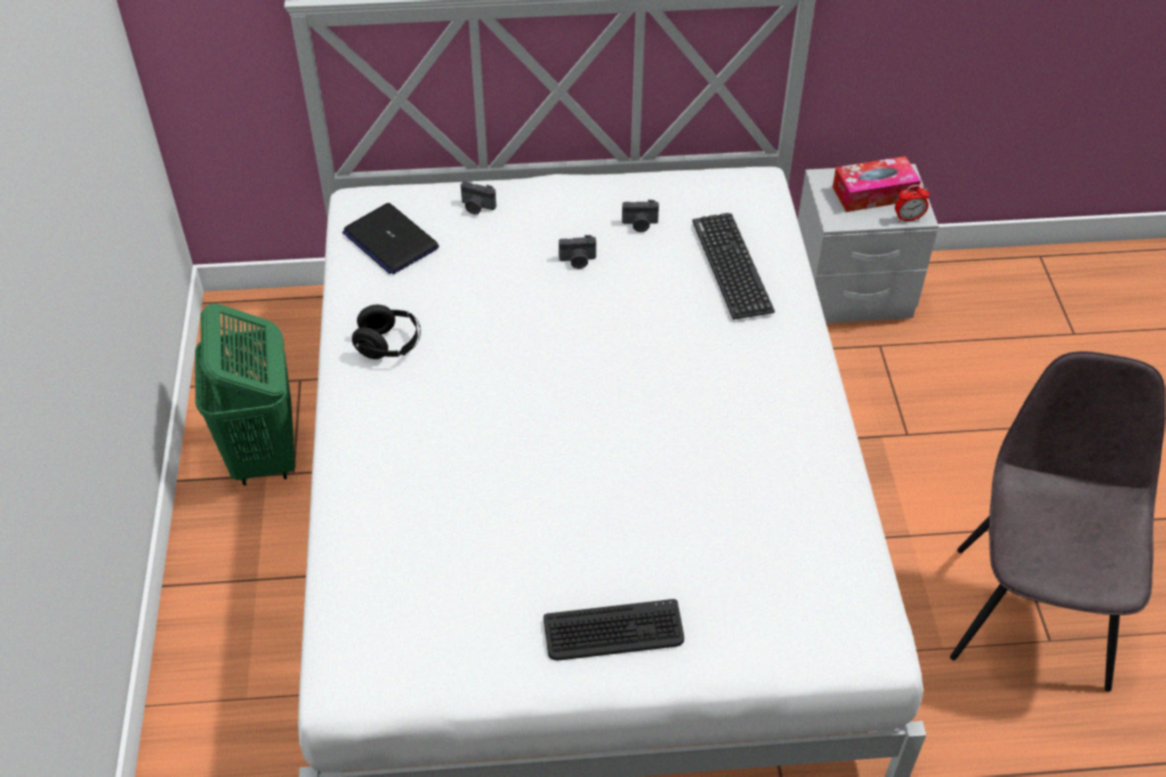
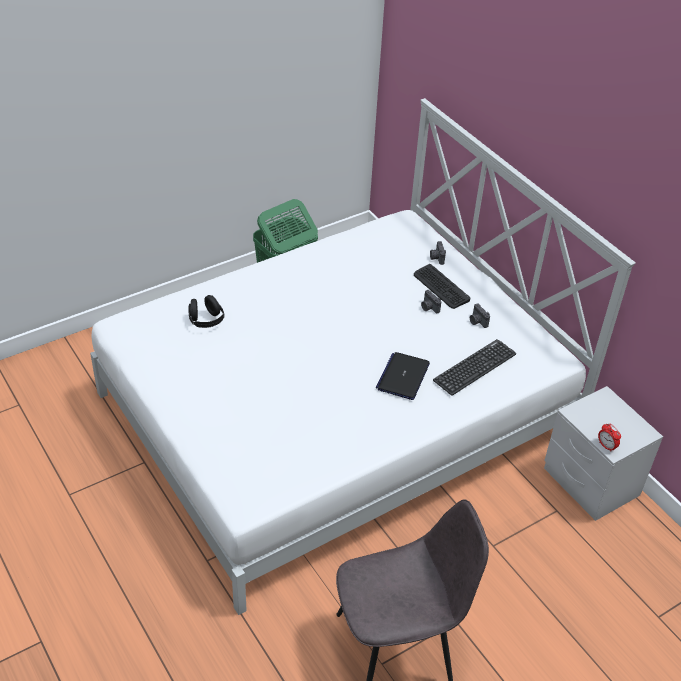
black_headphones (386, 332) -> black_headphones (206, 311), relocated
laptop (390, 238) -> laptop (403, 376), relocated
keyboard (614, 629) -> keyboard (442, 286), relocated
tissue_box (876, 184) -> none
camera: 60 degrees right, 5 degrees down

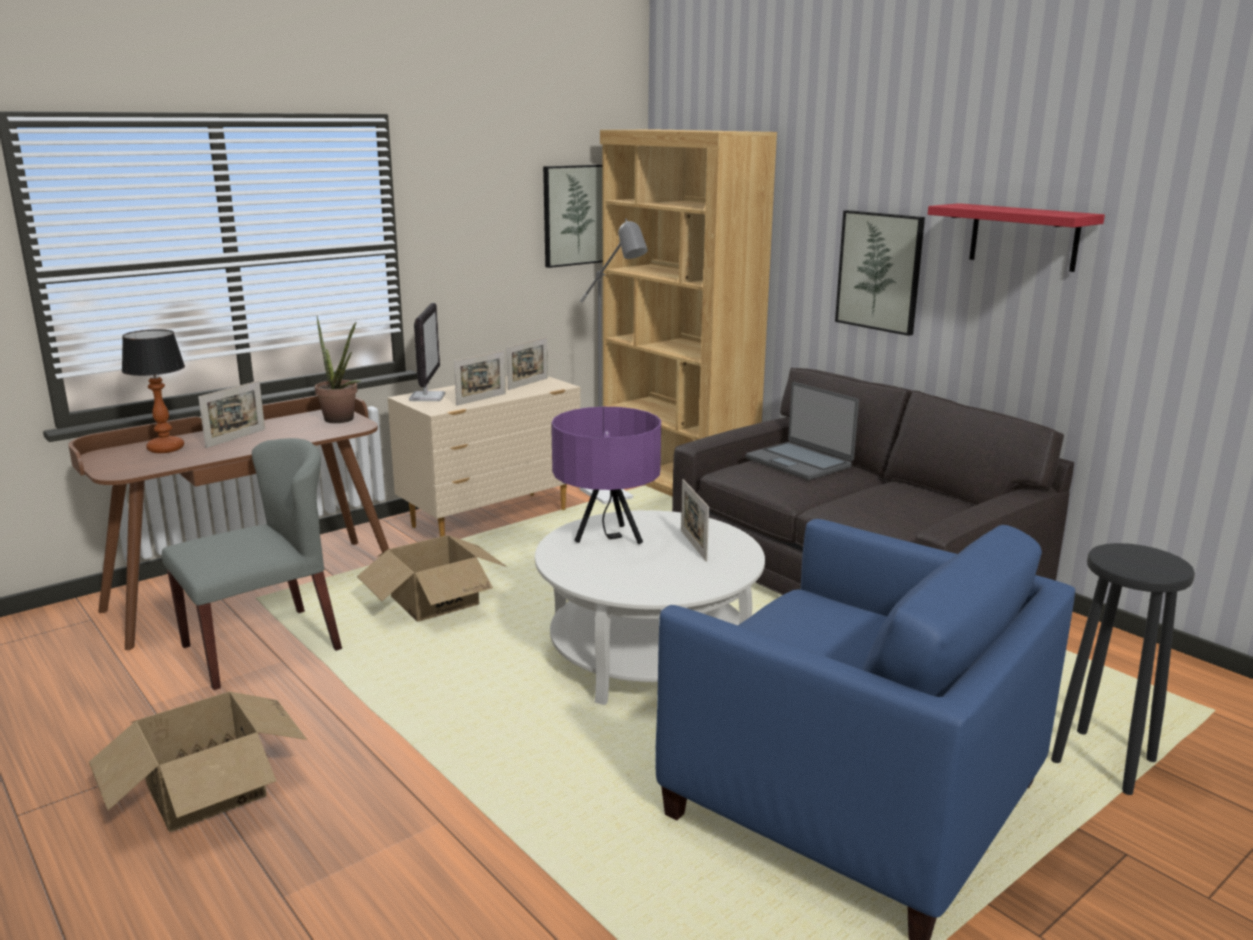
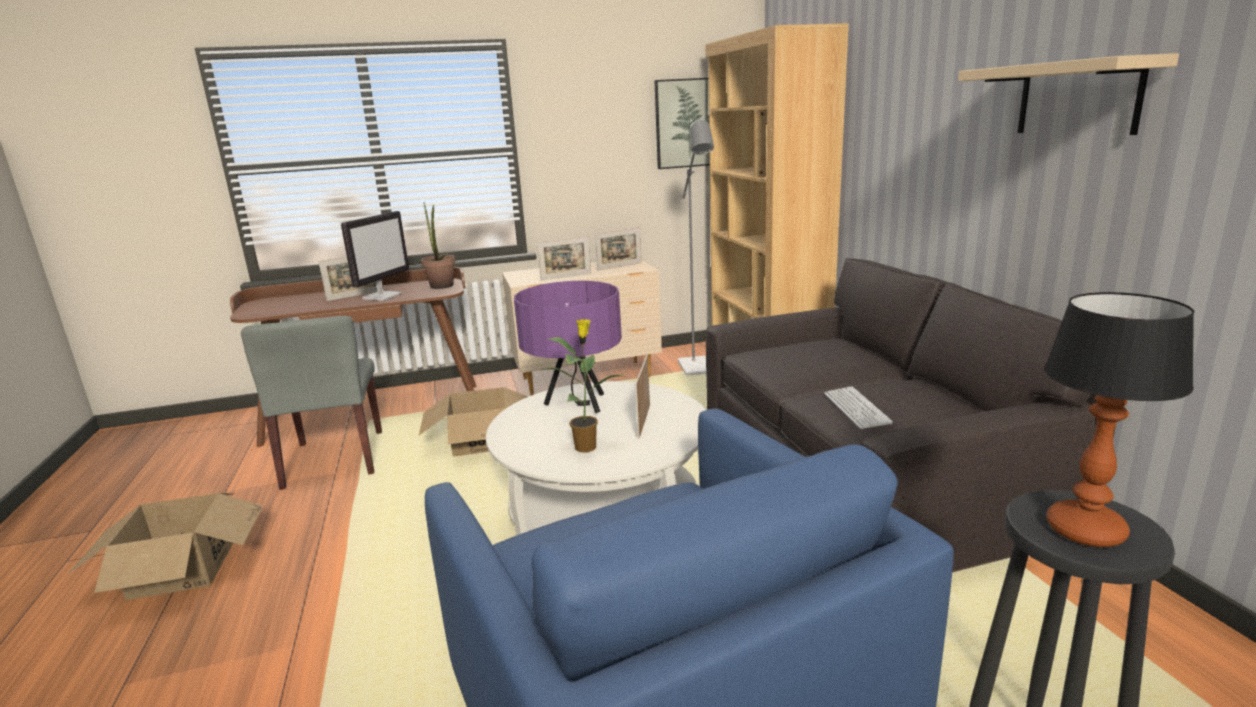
grey_chair (252, 564) -> grey_chair (311, 403), 90 degrees clockwise
monitor (427, 352) -> monitor (375, 256), relocated
none -> potted_plant (582, 386)
none -> keyboard (858, 407)
red_shelf (1016, 237) -> beige_shelf (1068, 94)
table_lamp (153, 391) -> table_lamp (1119, 419), relocated
laptop (802, 431) -> none
picture (880, 273) -> none
camera: 25 degrees right, 0 degrees up

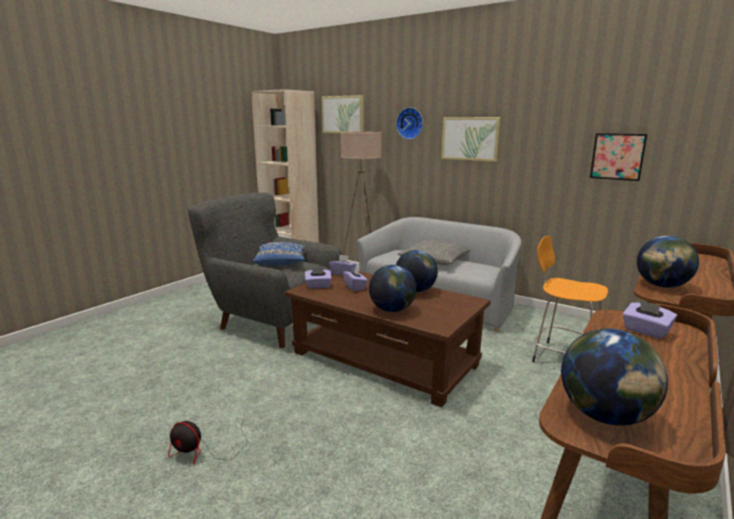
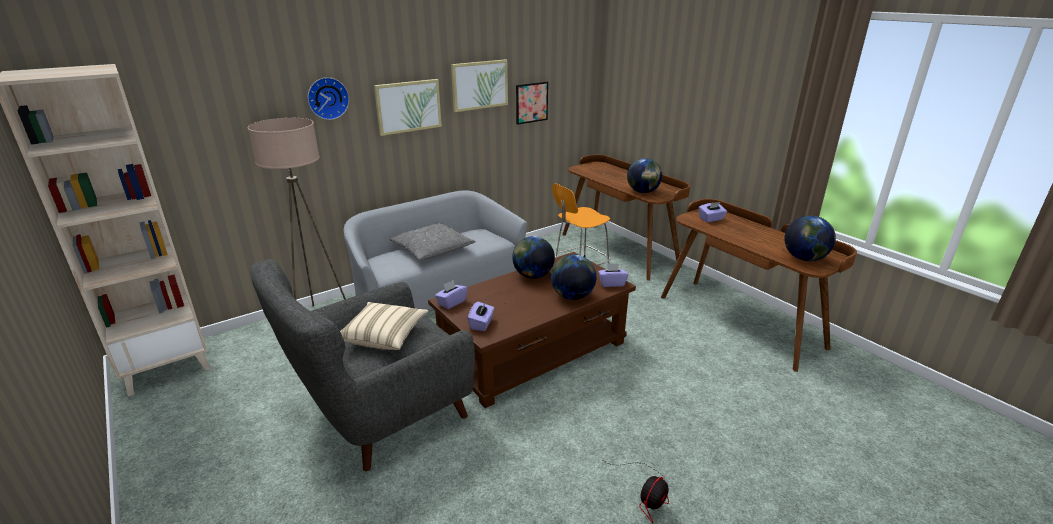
blue_pillow (279, 254) -> beige_pillow (384, 326)
picture (342, 114) -> picture (479, 85), relocated
purple_tissue_box (355, 279) -> purple_tissue_box (613, 275), relocated
camera: 70 degrees left, 10 degrees up

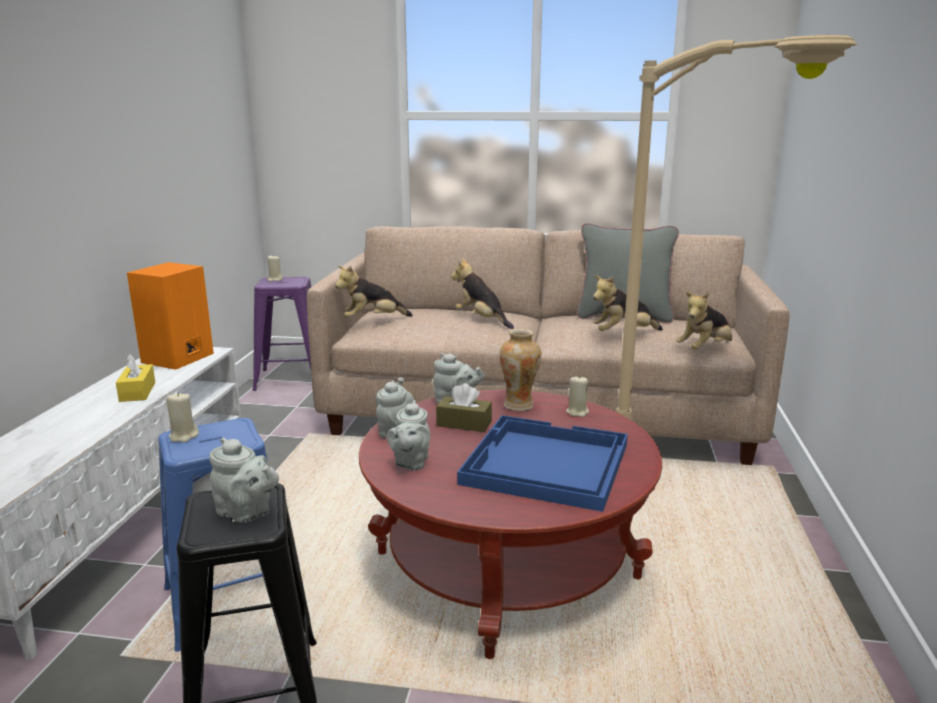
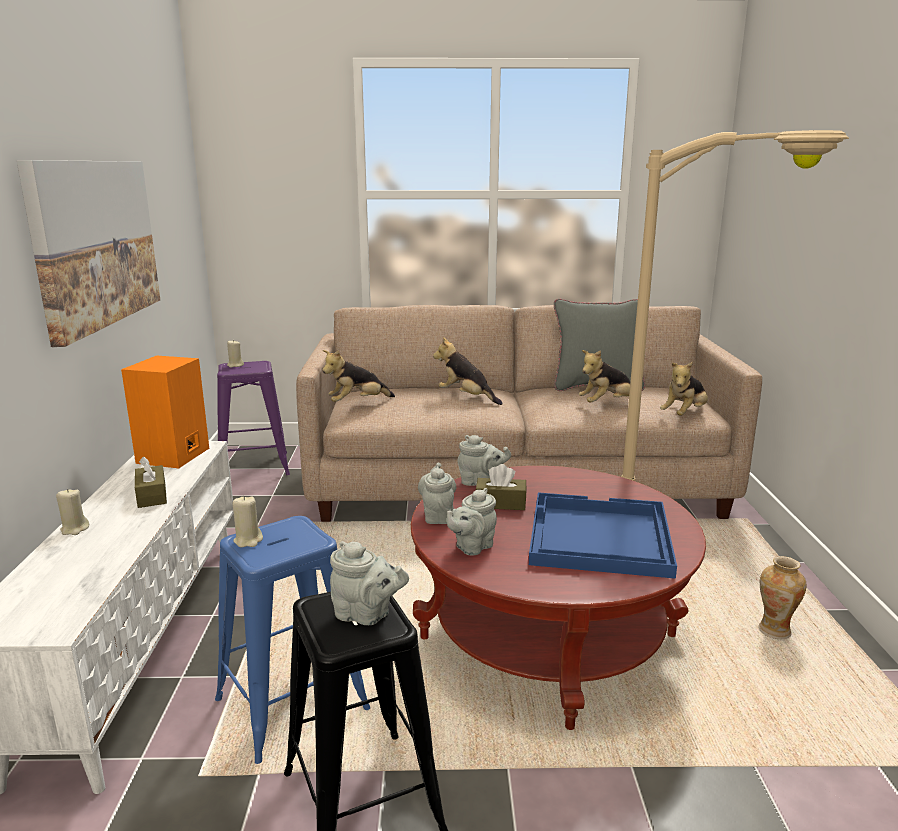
none -> picture (88, 253)
beige_candle (577, 396) -> beige_candle (72, 511), relocated
yellow_tissue_box (135, 378) -> brown_tissue_box (151, 482)
grey_teapot (408, 435) -> grey_teapot (472, 522), 45 degrees clockwise
vase (520, 370) -> vase (782, 597), relocated
camera: 10 degrees left, 0 degrees up

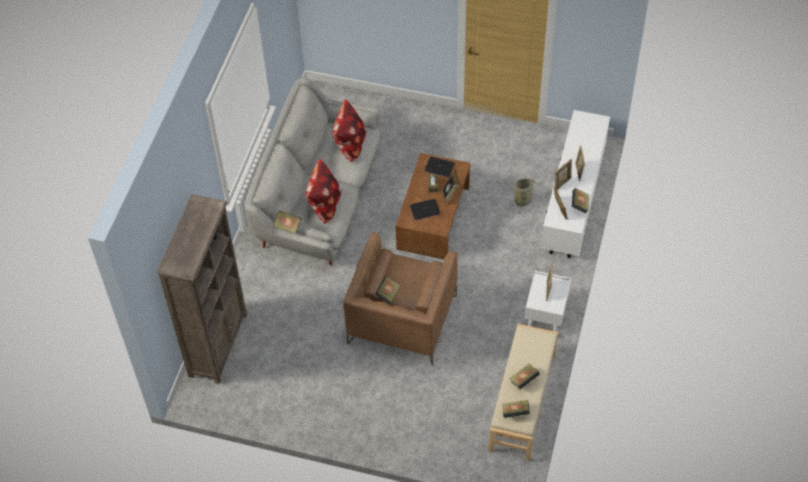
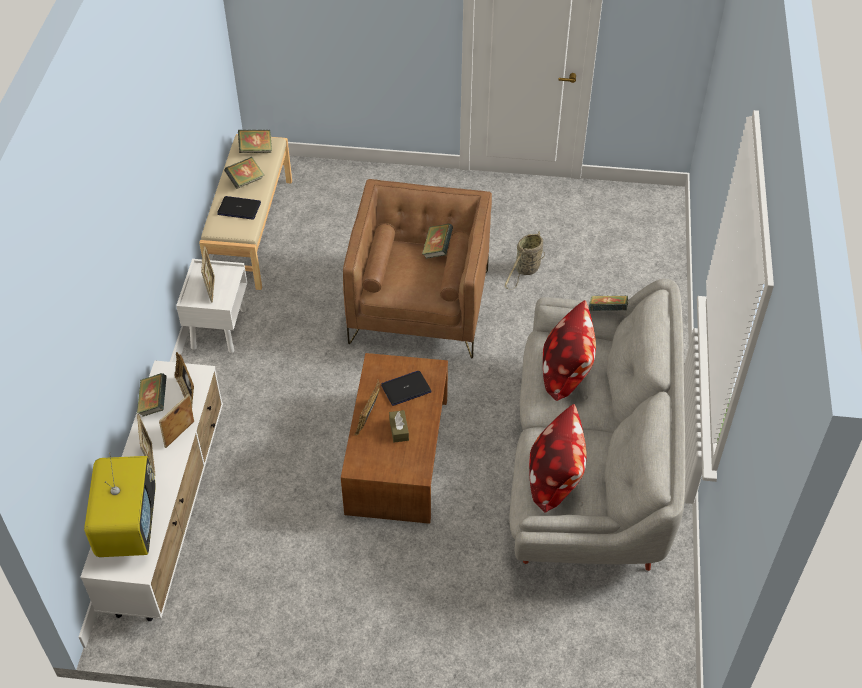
none -> television (120, 504)
laptop (440, 167) -> laptop (239, 208), relocated
basket (525, 195) -> basket (525, 260), relocated
brown_bookcase (202, 289) -> none
camera: 170 degrees right, 5 degrees down

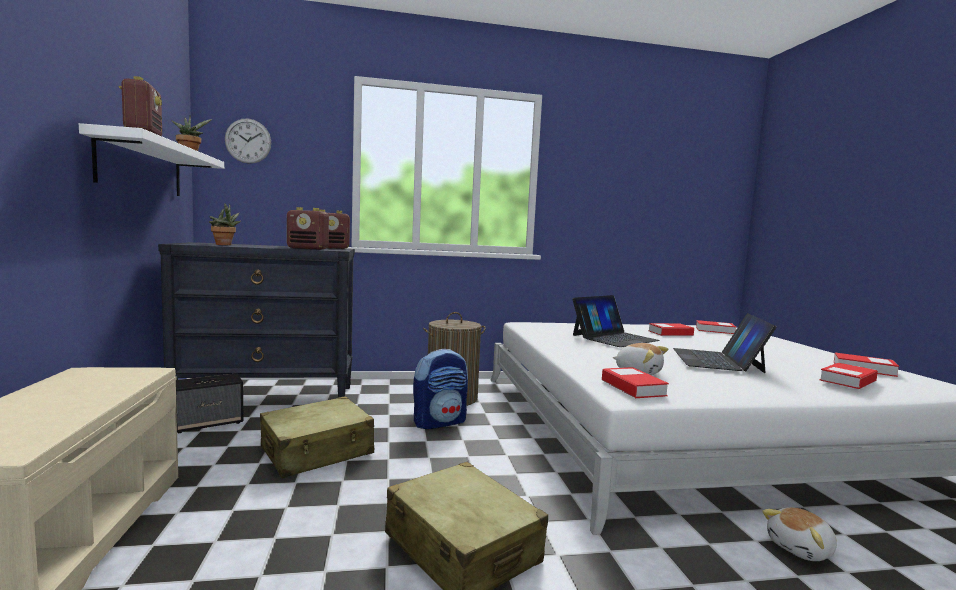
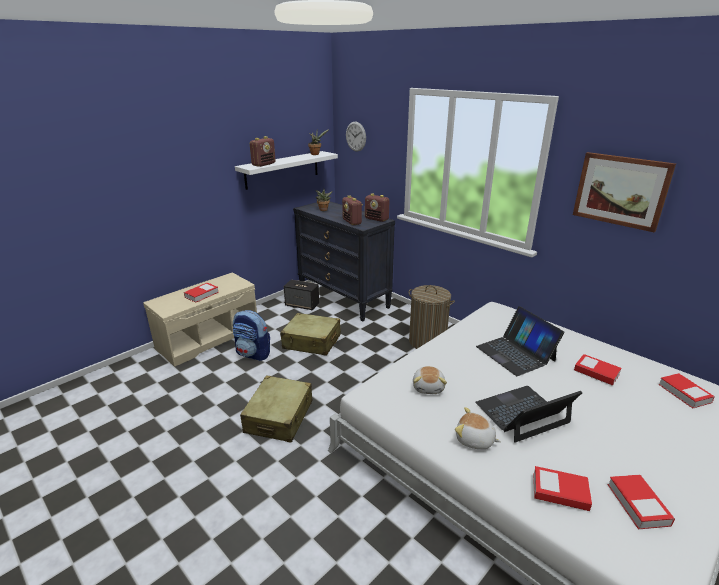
book (635, 382) -> book (201, 293), relocated
backpack (440, 389) -> backpack (251, 335), relocated
plush_toy (799, 534) -> plush_toy (478, 428), relocated
laptop (616, 321) -> laptop (520, 341), 45 degrees clockwise
none -> picture (624, 192)
camera: 55 degrees right, 20 degrees up

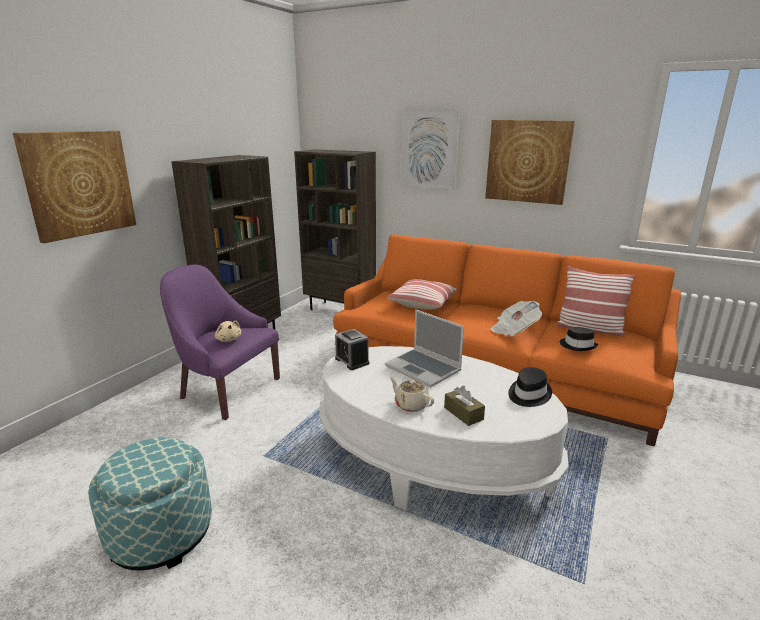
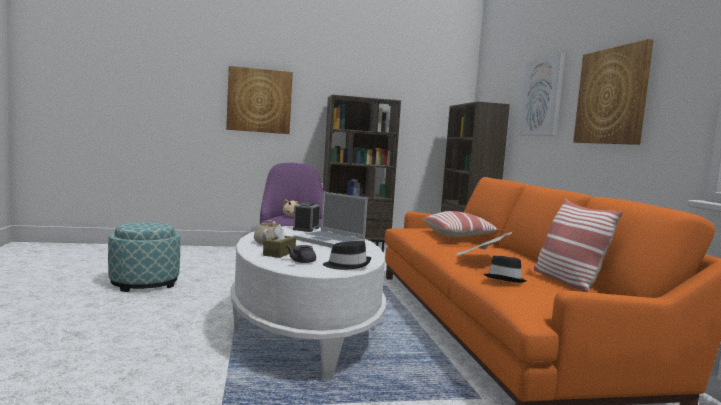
none -> grey_teapot (301, 254)
laptop (424, 348) -> laptop (331, 220), 60 degrees counterclockwise
camera: 50 degrees right, 15 degrees down

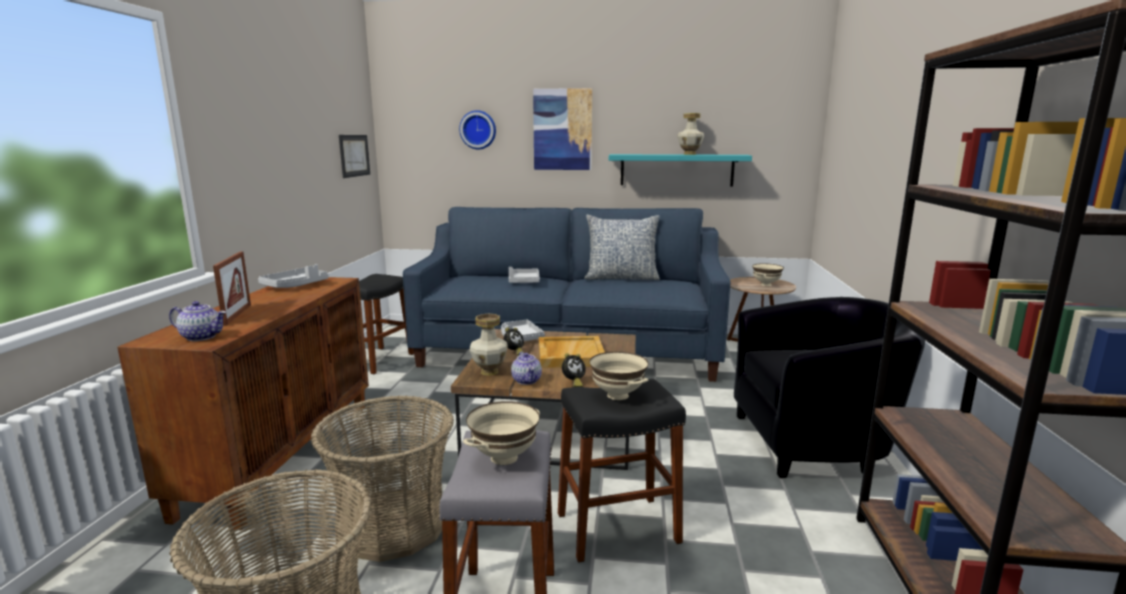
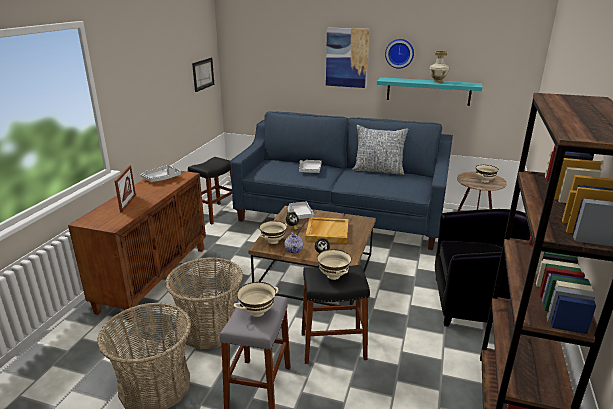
vase (488, 345) -> beige_bowl (273, 232)
wall_clock (477, 129) -> wall_clock (399, 54), relocated
teapot (197, 321) -> none
camera: 10 degrees right, 10 degrees up

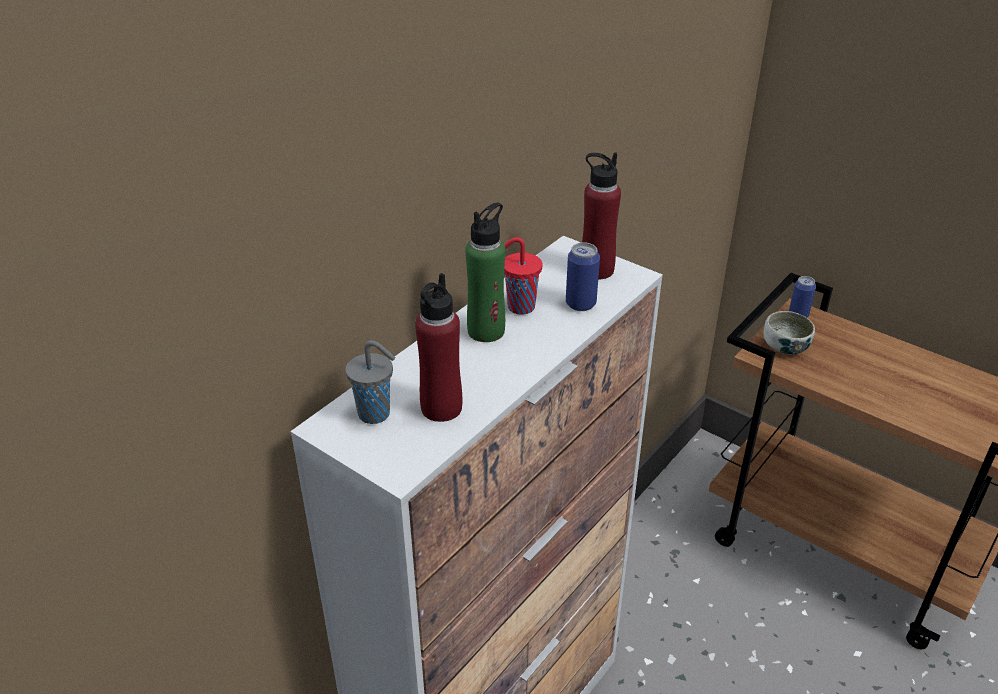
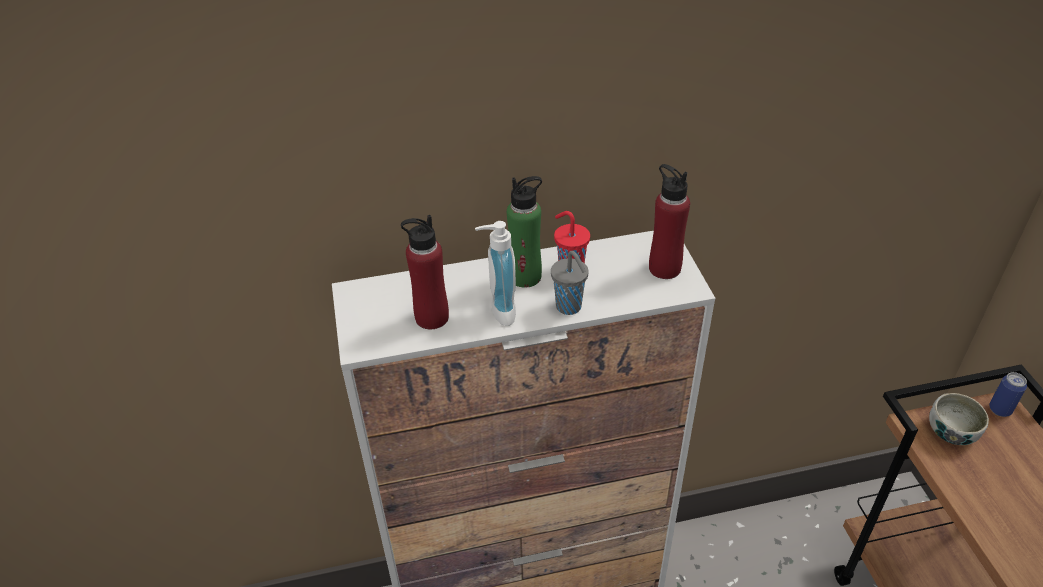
none -> soap_dispenser (495, 273)
grey_cup (370, 382) -> grey_cup (569, 283), relocated
can (583, 276) -> none
camera: 40 degrees right, 5 degrees up

